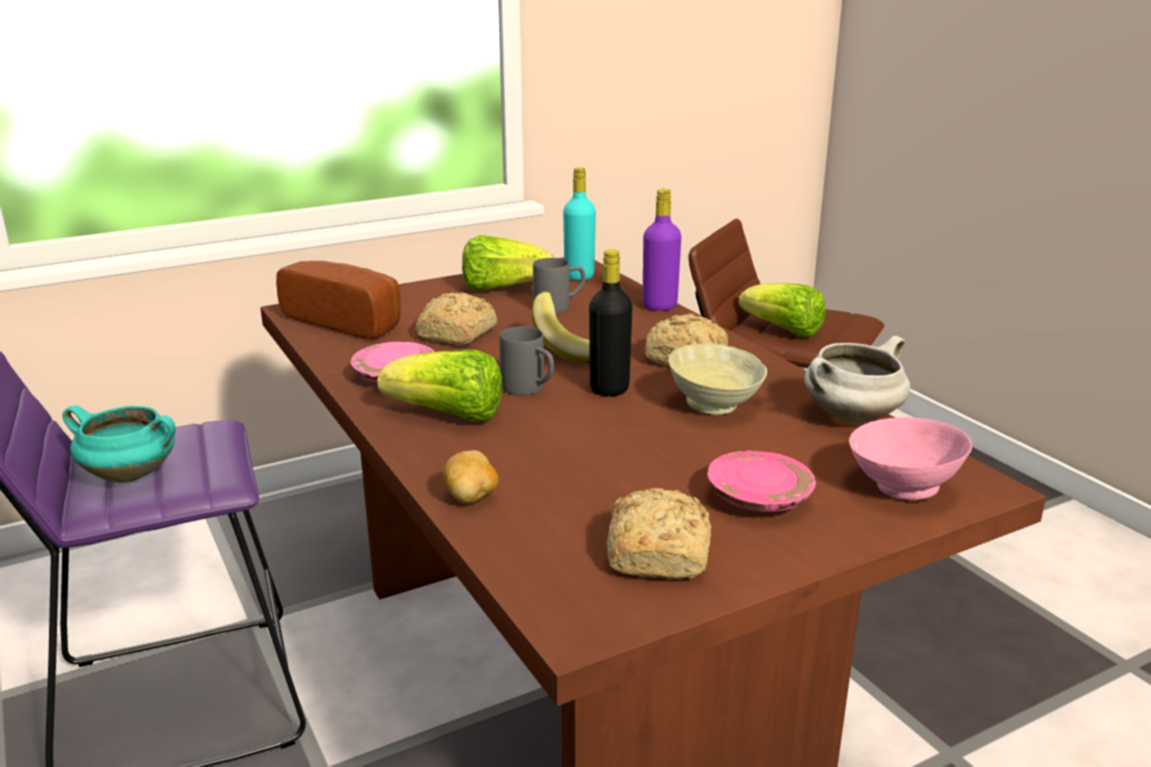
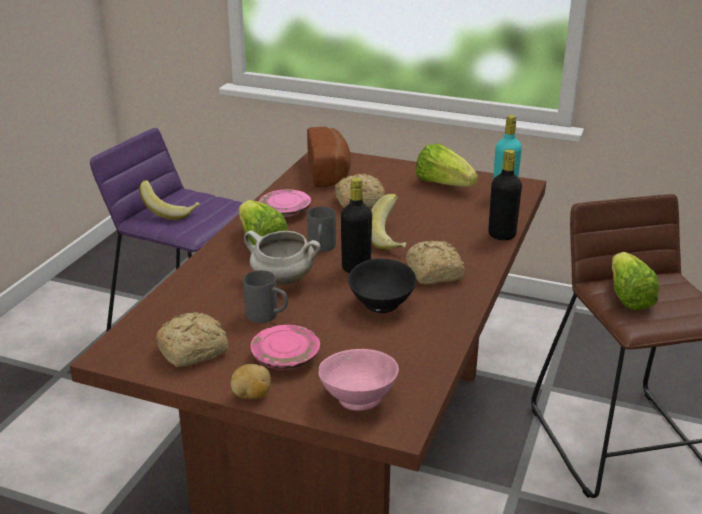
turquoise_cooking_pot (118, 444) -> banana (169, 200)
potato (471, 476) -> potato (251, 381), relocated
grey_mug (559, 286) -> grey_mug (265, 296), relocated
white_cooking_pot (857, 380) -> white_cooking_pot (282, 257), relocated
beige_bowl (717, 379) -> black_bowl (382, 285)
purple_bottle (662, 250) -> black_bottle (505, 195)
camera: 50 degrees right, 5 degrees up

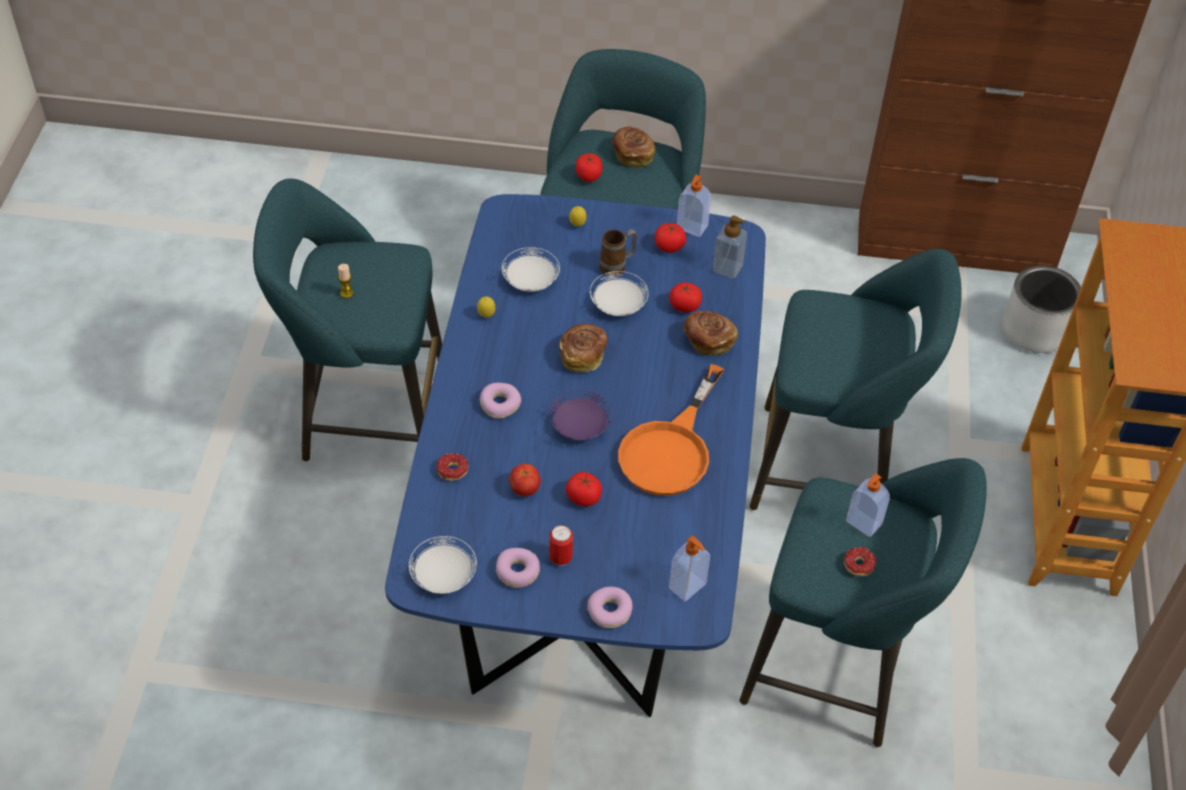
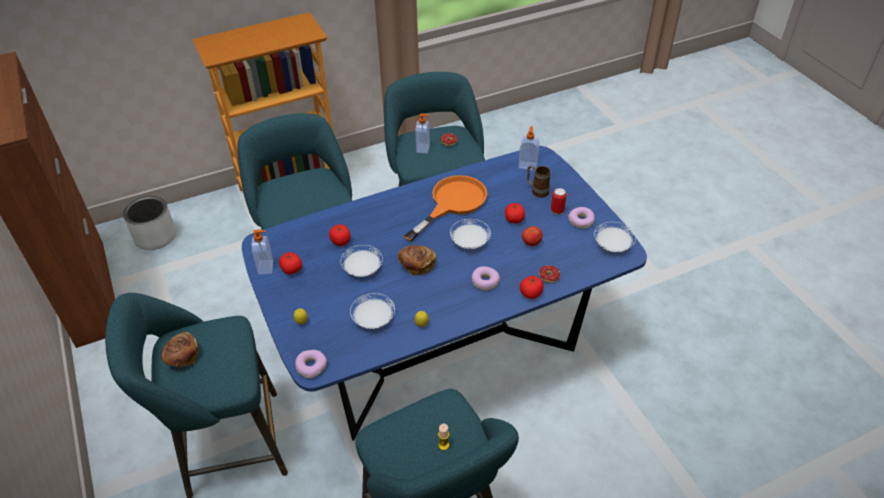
donut (609, 607) -> donut (311, 364), relocated
orange_frying_pan (671, 430) -> orange_frying_pan (445, 208), 45 degrees counterclockwise
purple_plate (580, 415) -> white_plate (470, 234)
tomato (588, 167) -> tomato (532, 287), relocated
mug (618, 252) -> mug (538, 181), relocated
bread (711, 333) -> none
soap_dispenser (730, 247) -> none
camera: 120 degrees left, 5 degrees down

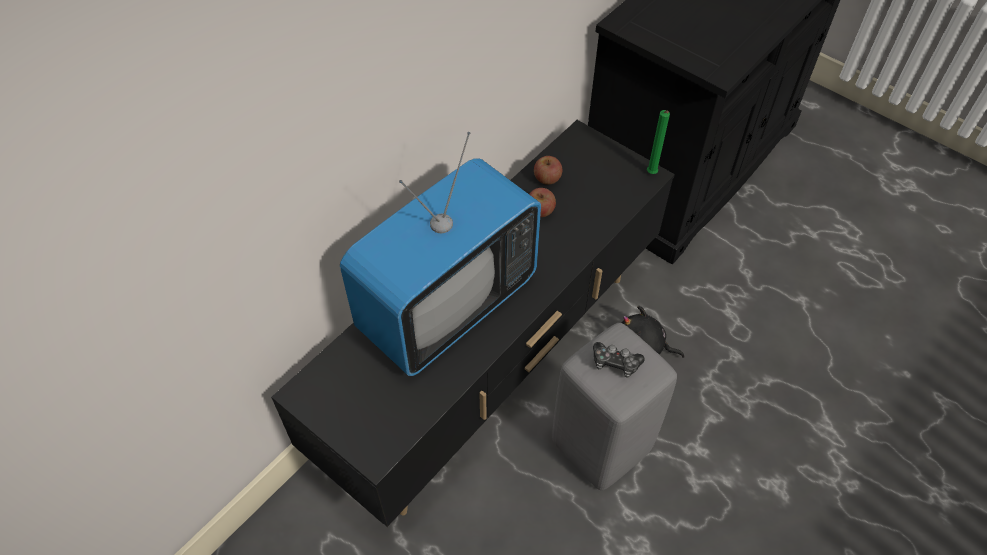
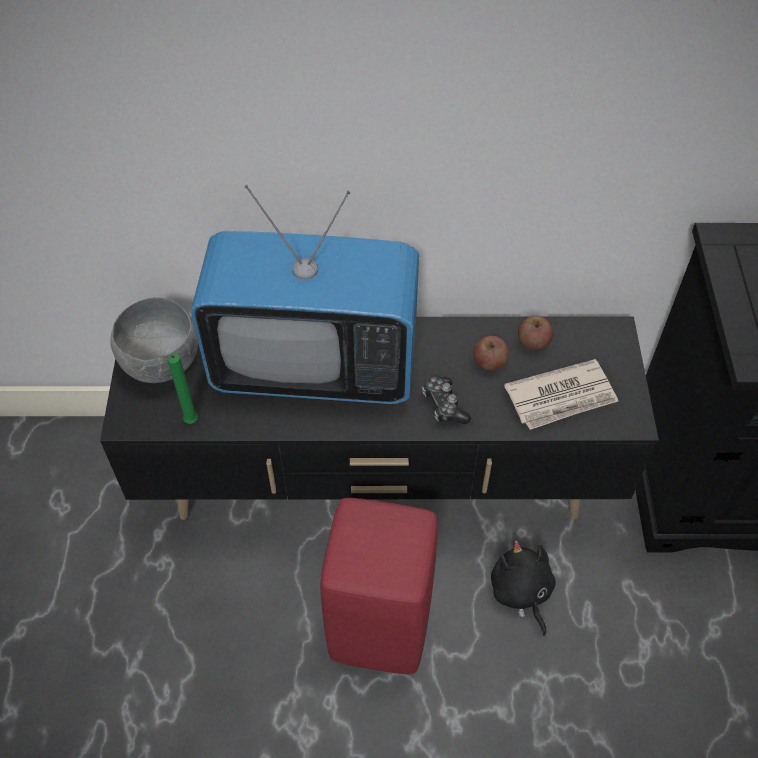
none -> grey_bowl (154, 340)
green_candle (658, 142) -> green_candle (179, 388), relocated
grey_stool (614, 407) -> red_stool (379, 586)
game_controller (619, 360) -> game_controller (446, 400), relocated
none -> newspaper (561, 394)
camera: 50 degrees right, 0 degrees up

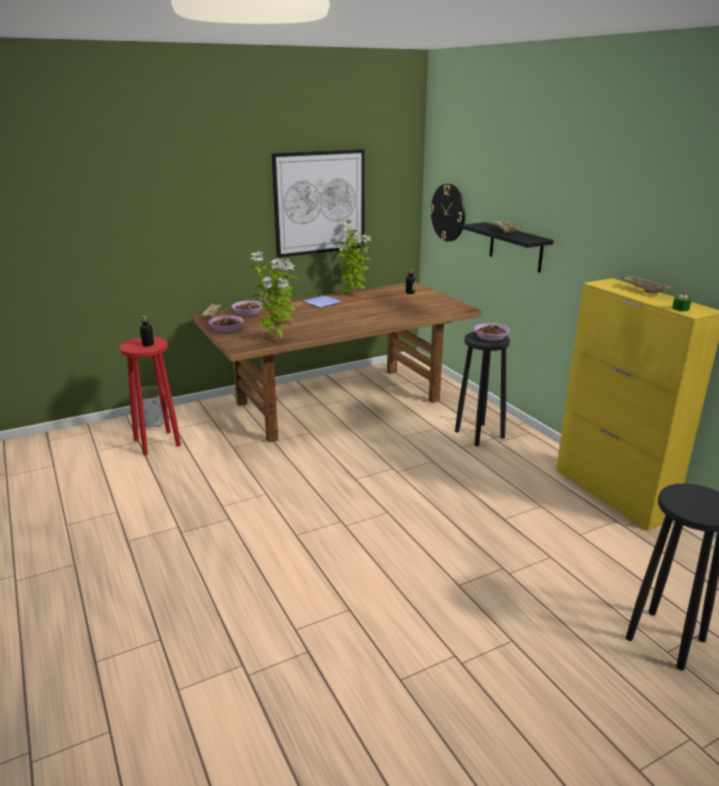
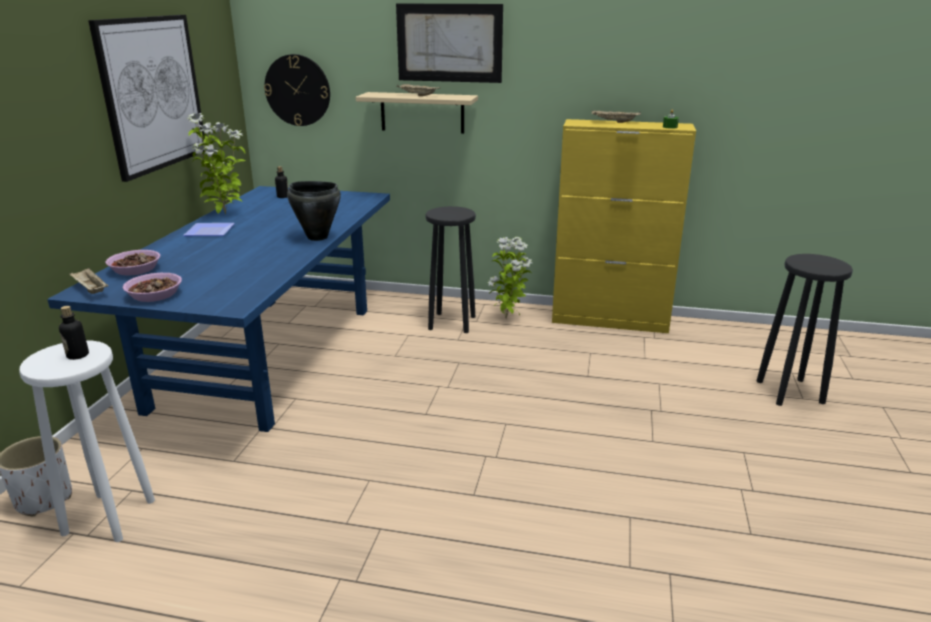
red_stool (150, 396) -> white_stool (87, 441)
brown_dining_table (337, 362) -> blue_dining_table (218, 309)
none -> black_cooking_pot (314, 211)
black_shelf (507, 247) -> beige_shelf (417, 113)
none -> picture (449, 43)
potted_plant (273, 295) -> potted_plant (510, 278), relocated
bowl (492, 332) -> none
camera: 50 degrees left, 0 degrees up

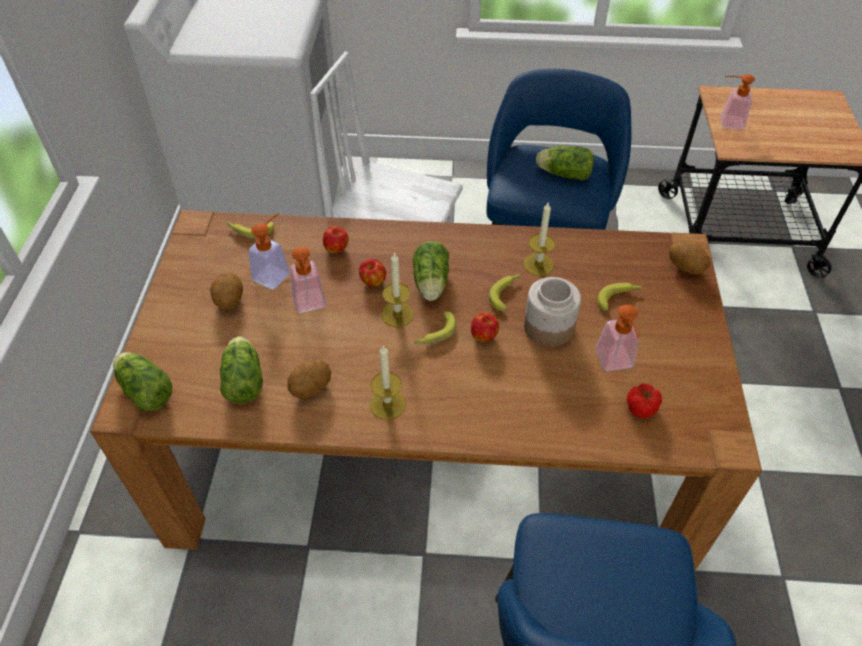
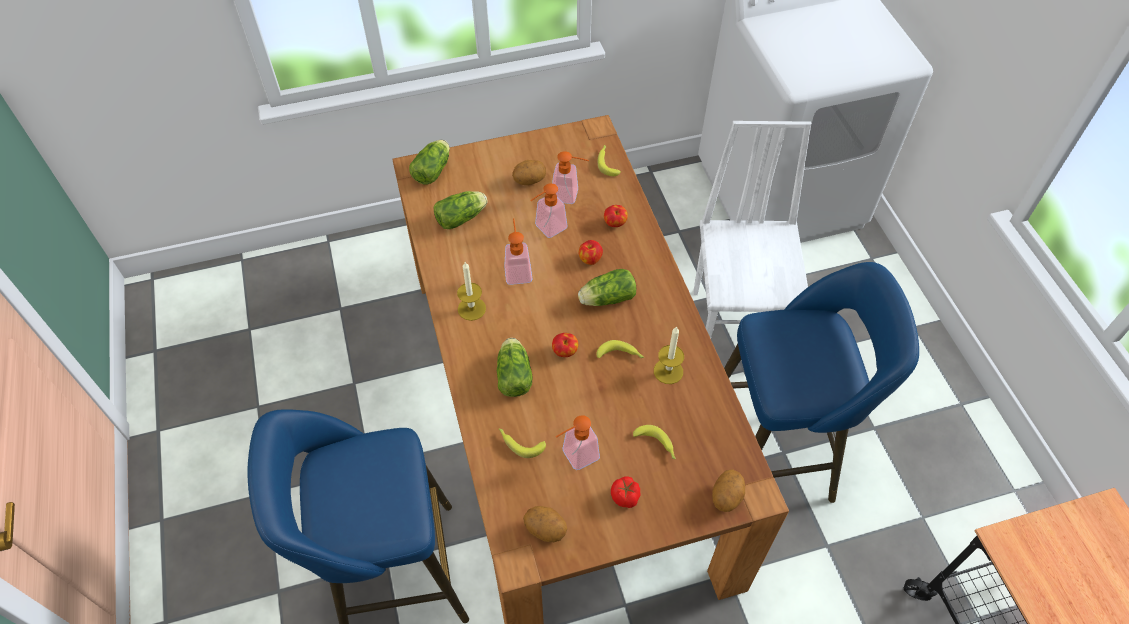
lettuce (565, 163) -> lettuce (514, 367), relocated
banana (435, 327) -> banana (522, 443), relocated
soap_dispenser (738, 101) -> soap_dispenser (518, 251), relocated
potato (309, 379) -> potato (545, 524), relocated
tomato (644, 401) -> tomato (625, 492), relocated
candle (397, 289) -> none
jar (552, 312) -> none
camera: 70 degrees right, 5 degrees up

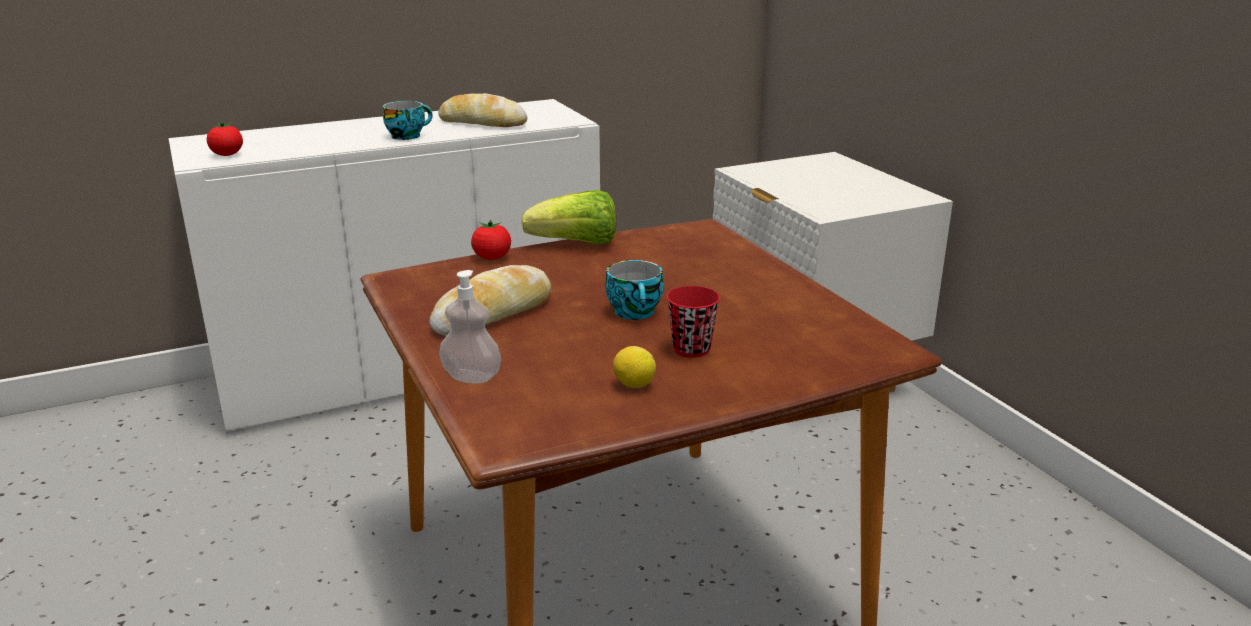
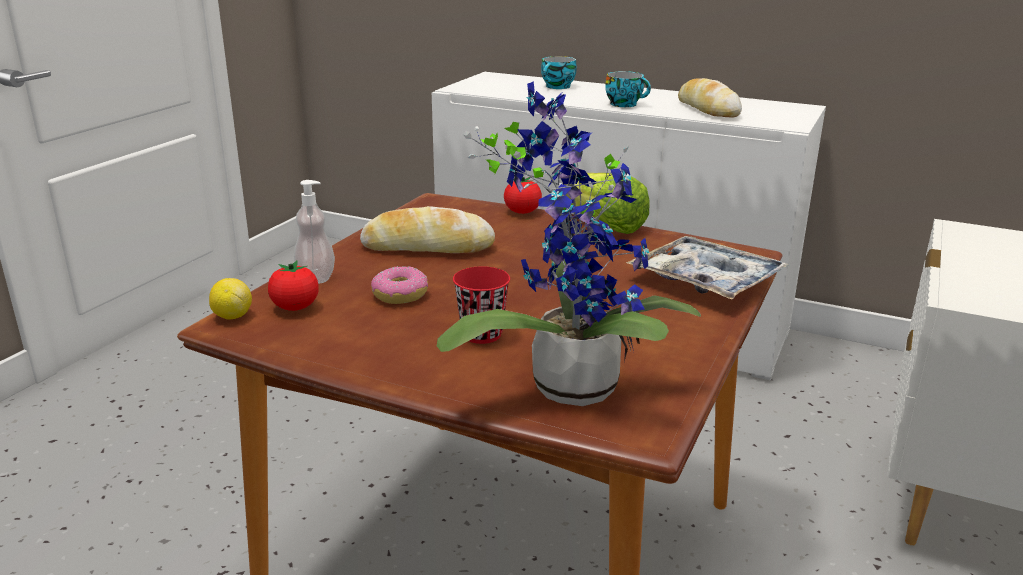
lemon (634, 367) -> lemon (230, 299), relocated
tomato (225, 139) -> tomato (293, 286), relocated
none -> donut (399, 285)
none -> potted_plant (569, 243)
cup (634, 290) -> cup (559, 72), relocated
none -> tray (707, 268)
camera: 50 degrees right, 0 degrees up

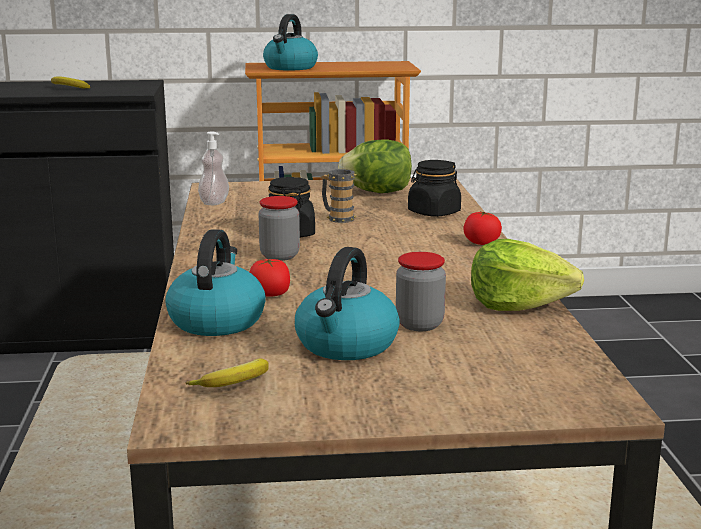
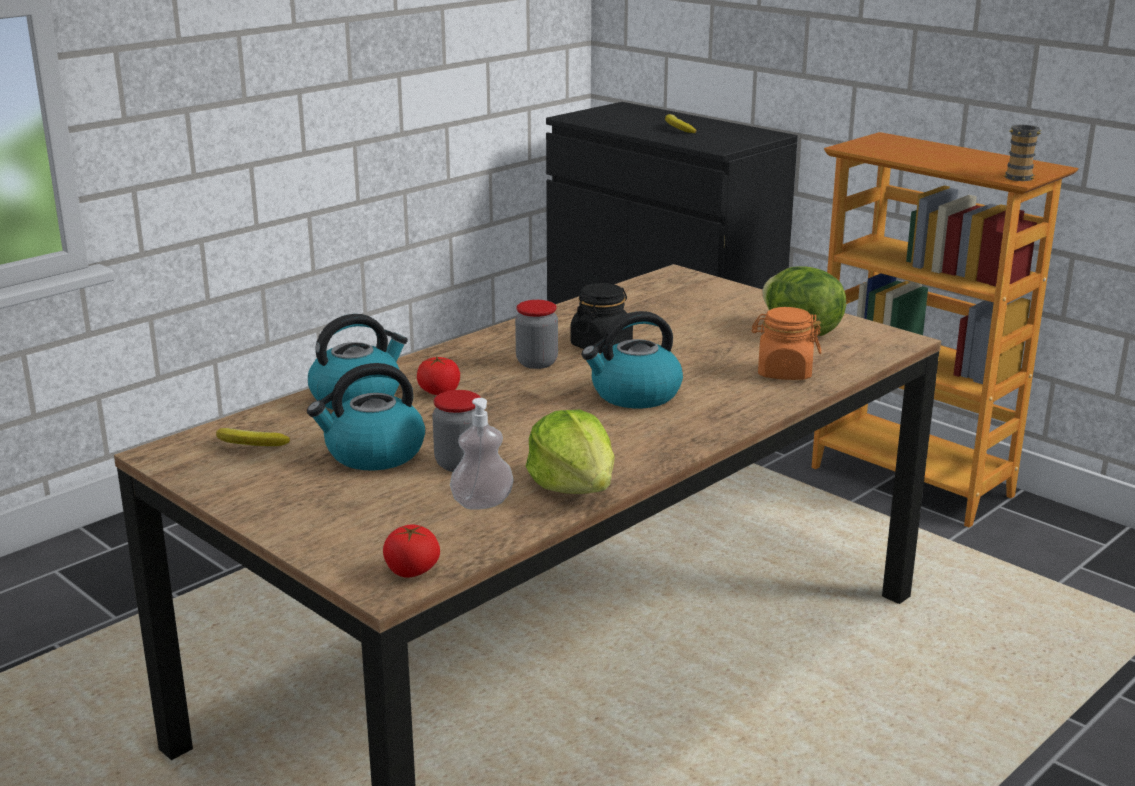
tomato (482, 228) -> tomato (411, 551), relocated
soap_dispenser (213, 168) -> soap_dispenser (482, 454), relocated
kettle (290, 42) -> kettle (632, 359), relocated
black_jar (434, 188) -> orange_jar (786, 343)
mug (339, 196) -> mug (1022, 153), relocated
camera: 50 degrees right, 5 degrees up

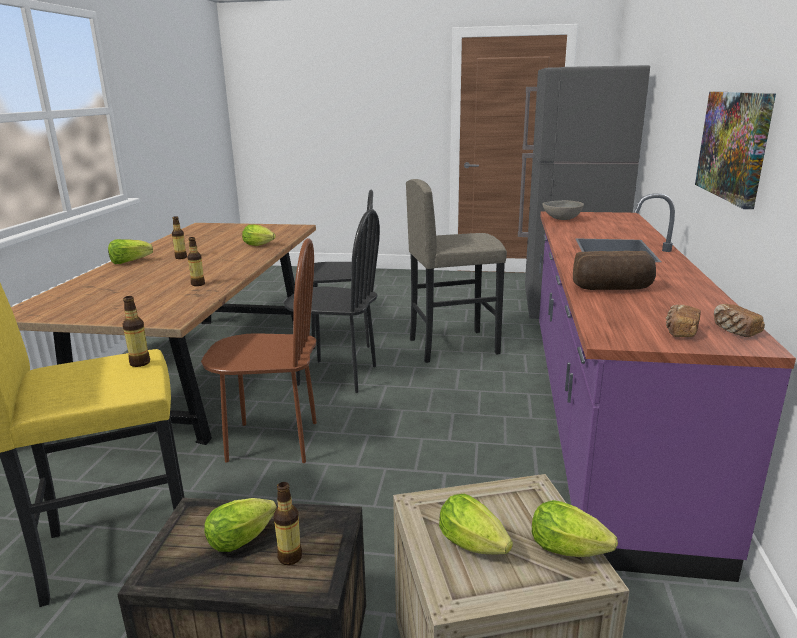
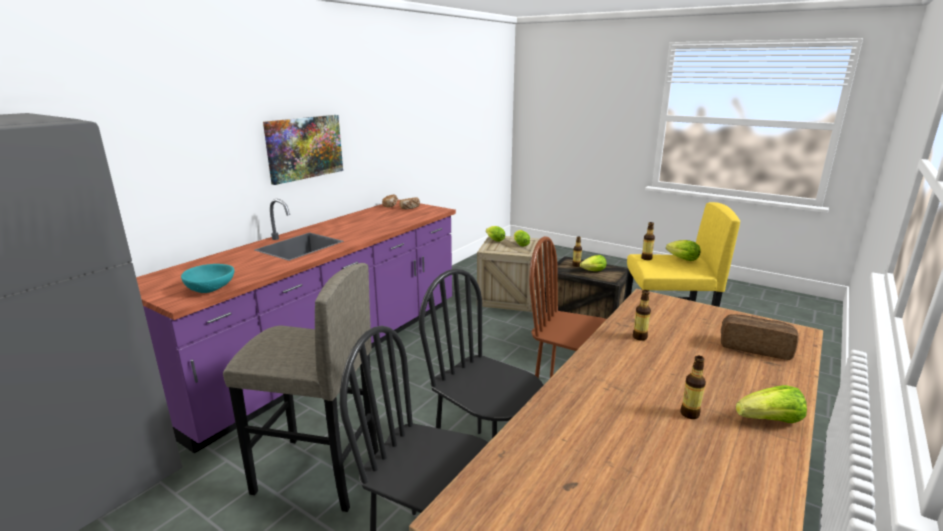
grey_bowl (563, 210) -> turquoise_bowl (207, 278)
lettuce (259, 235) -> lettuce (683, 250), relocated
bread (614, 270) -> bread (760, 337), relocated
camera: 155 degrees left, 0 degrees up

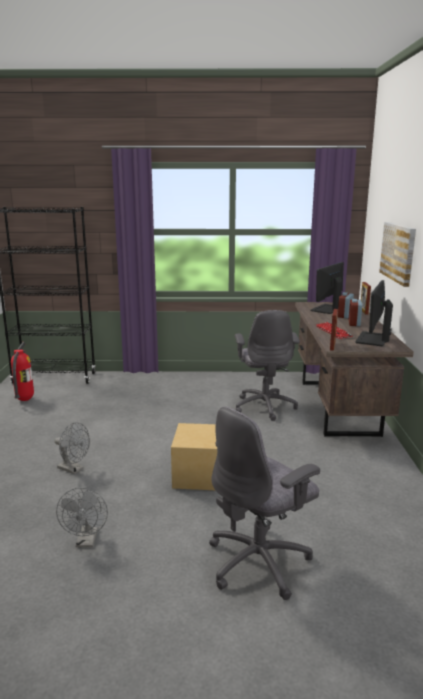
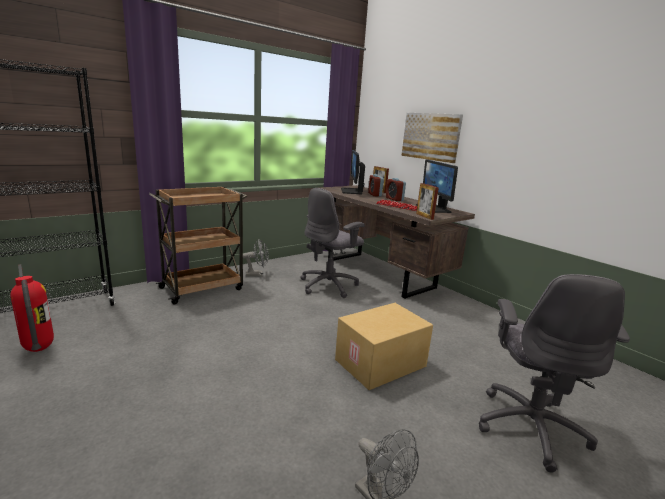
none -> brown_cart (198, 245)
grey_fan (72, 448) -> grey_fan (256, 257), relocated
grey_office_chair (267, 365) -> grey_office_chair (332, 243), 90 degrees clockwise
camera: 40 degrees left, 0 degrees up

